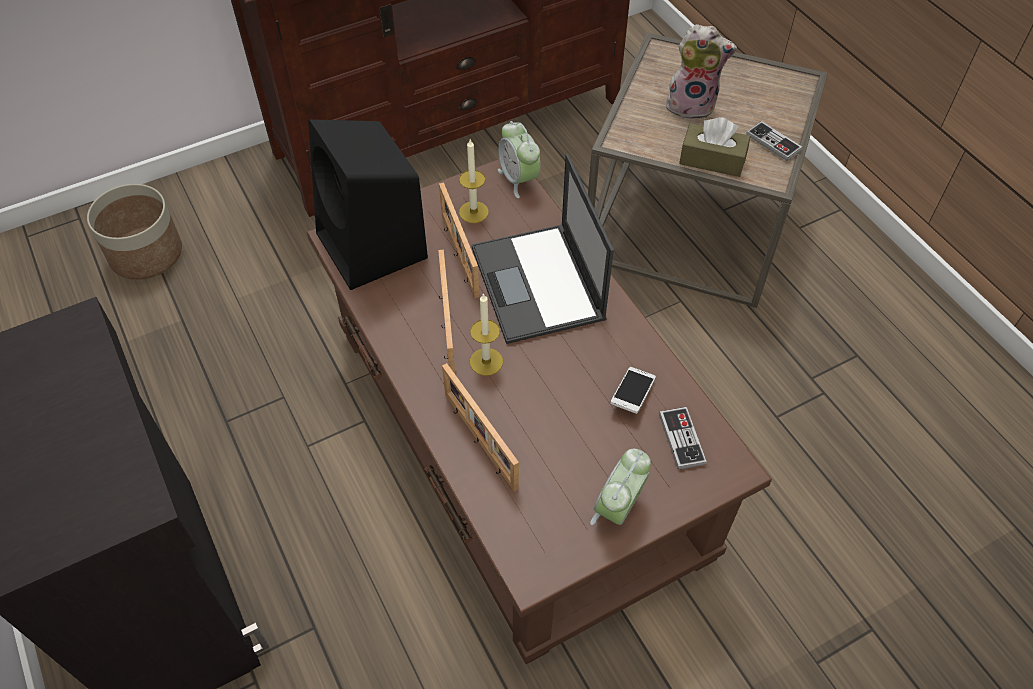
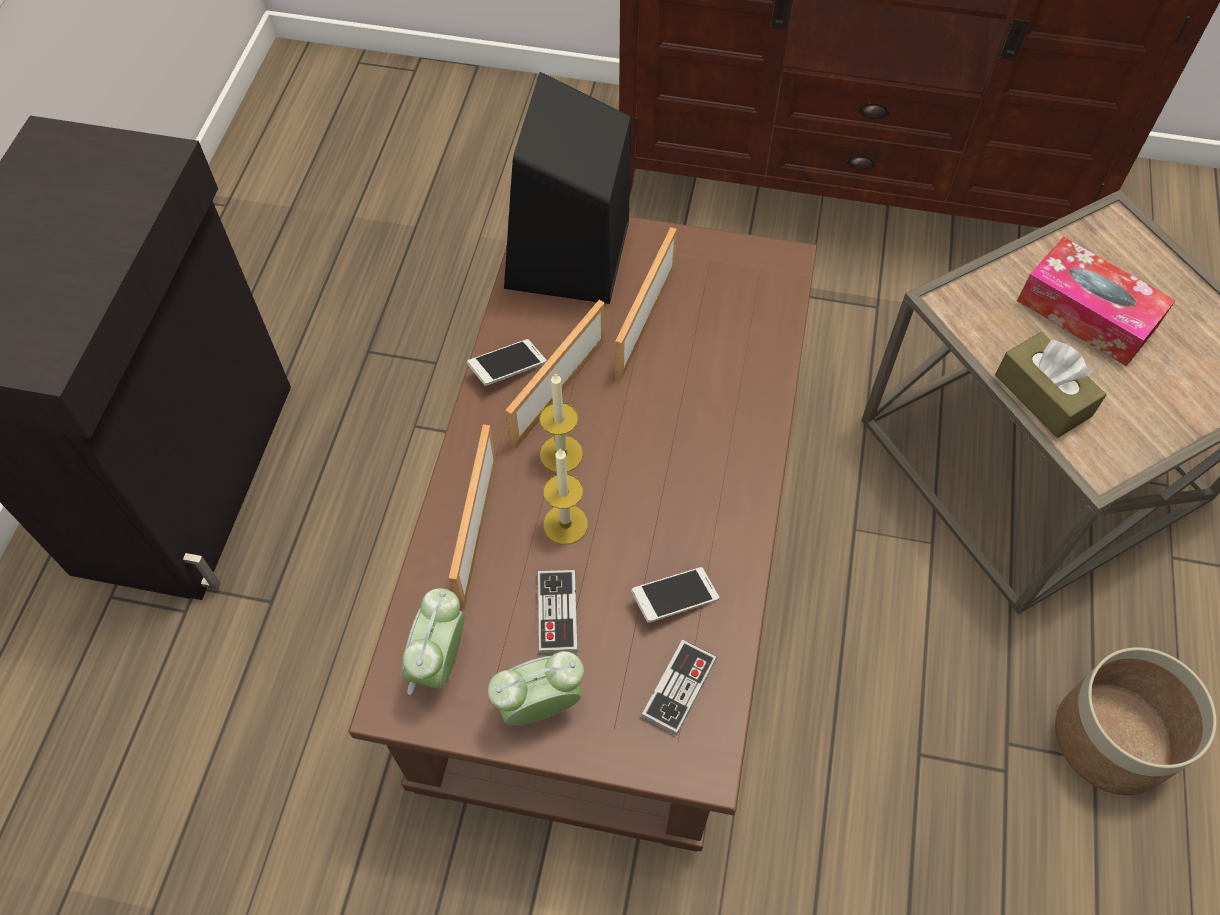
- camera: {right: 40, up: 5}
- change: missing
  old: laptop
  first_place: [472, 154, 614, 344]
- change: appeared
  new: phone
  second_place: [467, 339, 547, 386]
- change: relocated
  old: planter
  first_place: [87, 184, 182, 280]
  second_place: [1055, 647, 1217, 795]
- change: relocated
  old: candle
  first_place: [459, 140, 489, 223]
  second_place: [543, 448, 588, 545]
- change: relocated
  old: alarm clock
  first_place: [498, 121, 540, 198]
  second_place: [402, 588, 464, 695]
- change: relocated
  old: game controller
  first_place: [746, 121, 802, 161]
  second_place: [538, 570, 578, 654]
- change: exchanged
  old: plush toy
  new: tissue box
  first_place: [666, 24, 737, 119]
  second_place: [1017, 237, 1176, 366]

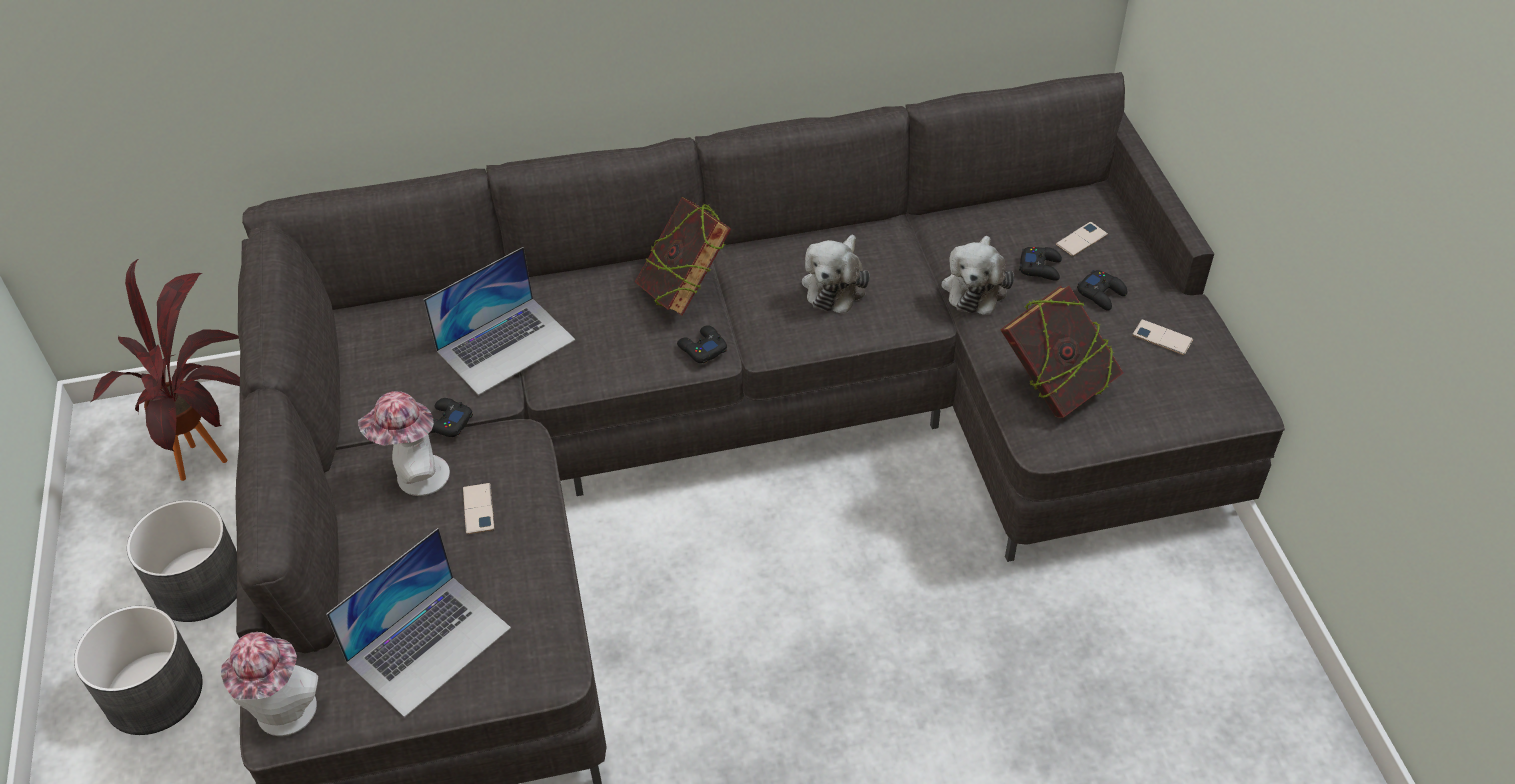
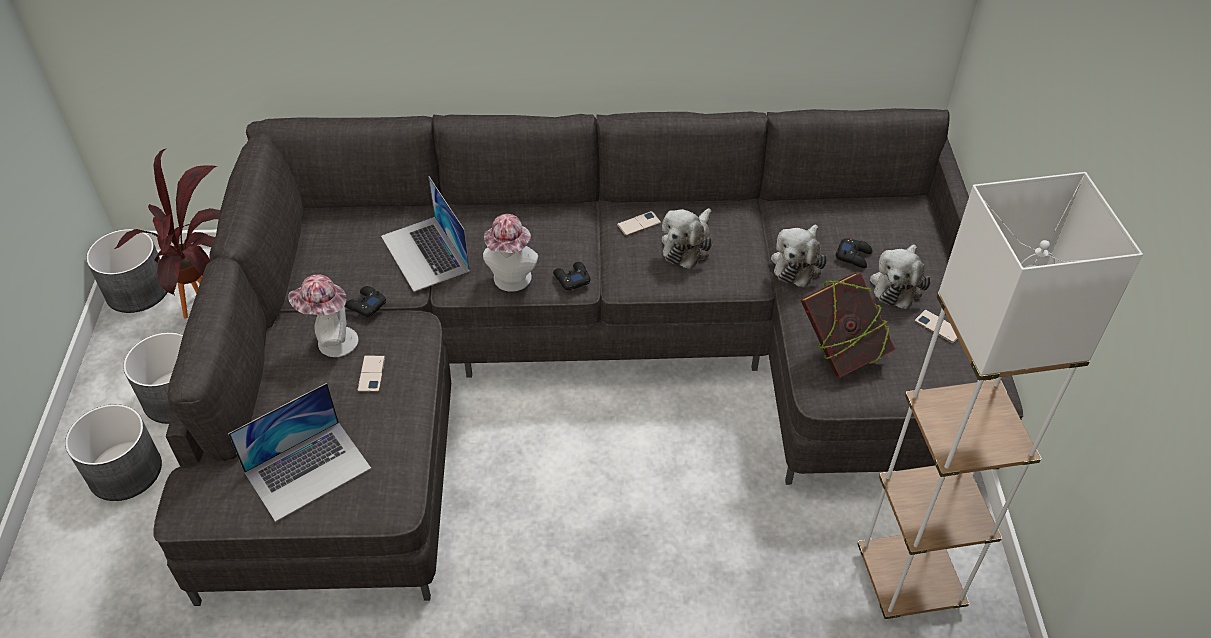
- camera: {right: 10, up: 0}
- change: missing
  old: book
  first_place: [635, 197, 731, 316]
- change: appeared
  new: grey planter
  second_place: [86, 229, 167, 313]
- change: appeared
  new: white floor lamp
  second_place: [858, 172, 1143, 621]
- change: relocated
  old: hat
  first_place: [221, 632, 318, 736]
  second_place: [483, 214, 538, 292]
- change: relocated
  old: phone
  first_place: [1056, 222, 1108, 256]
  second_place: [617, 211, 661, 236]
- change: exchanged
  old: black game controller
  new: plush toy
  first_place: [1077, 270, 1127, 311]
  second_place: [870, 244, 931, 309]
- change: spun
  old: laptop
  first_place: [423, 247, 575, 395]
  second_place: [381, 176, 470, 292]
  degrees: 90

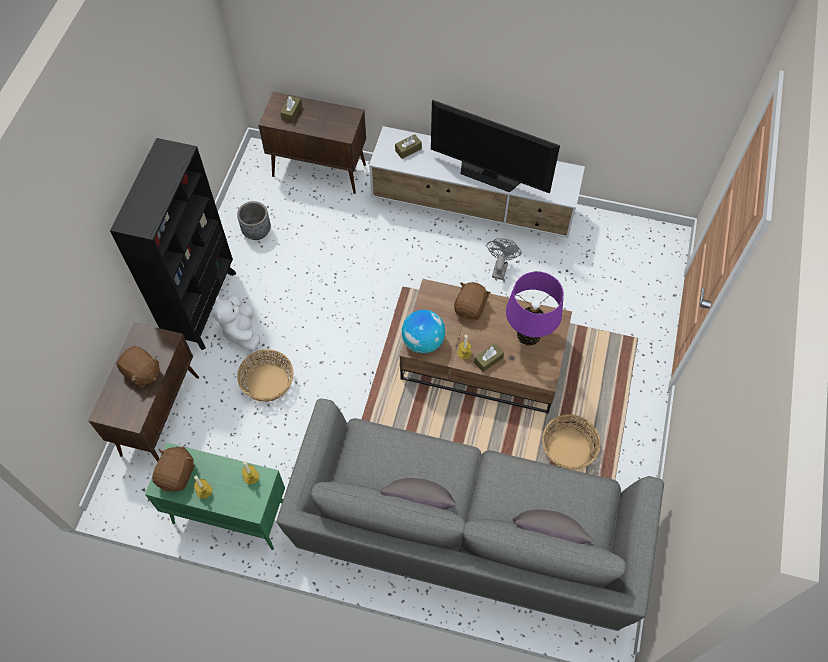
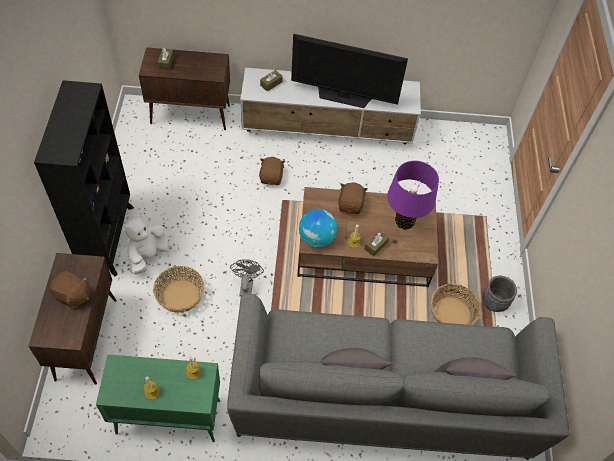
- camera: {right: -15, up: -5}
- change: relocated
  old: brown plush toy
  first_place: [152, 446, 195, 491]
  second_place: [259, 157, 285, 185]
- change: relocated
  old: grey planter
  first_place: [237, 201, 271, 240]
  second_place: [482, 276, 517, 312]
- change: relocated
  old: grey fan
  first_place: [487, 238, 521, 280]
  second_place: [230, 259, 264, 297]
- change: spun
  old: white plush toy
  first_place: [212, 295, 260, 351]
  second_place: [122, 215, 169, 275]
  degrees: 60

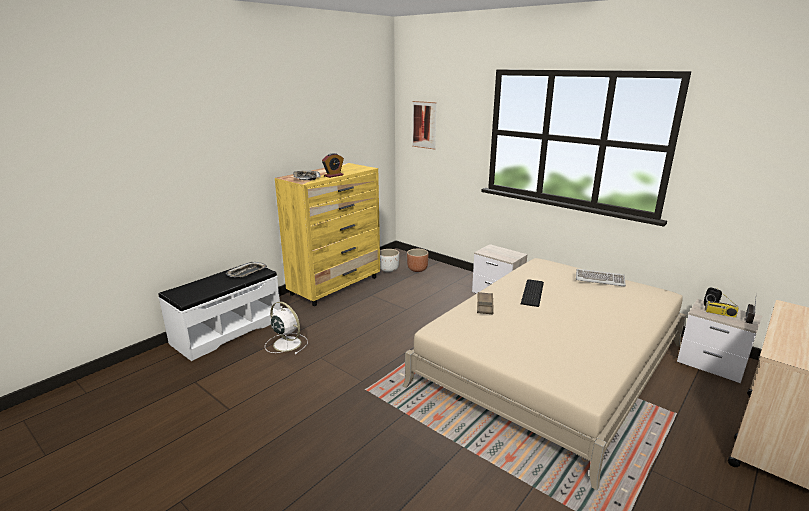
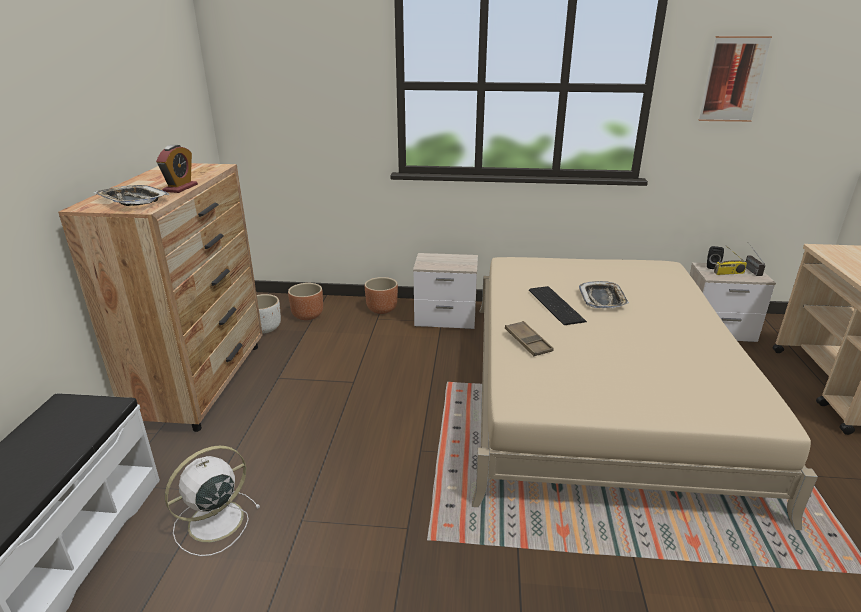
- camera: {right: -35, up: 5}
- change: missing
  old: keyboard
  first_place: [576, 269, 626, 287]
- change: appeared
  new: brown planter
  second_place: [365, 277, 398, 314]
- change: relocated
  old: tray
  first_place: [226, 262, 267, 278]
  second_place: [579, 281, 629, 308]
- change: relocated
  old: picture
  first_place: [412, 101, 437, 150]
  second_place: [698, 36, 772, 122]
- change: colour
  old: yellow dresser
  new: brown dresser
  first_place: [275, 163, 380, 306]
  second_place: [58, 163, 263, 432]
- change: spun
  old: white fan
  first_place: [265, 302, 308, 354]
  second_place: [165, 446, 260, 556]
  degrees: -45

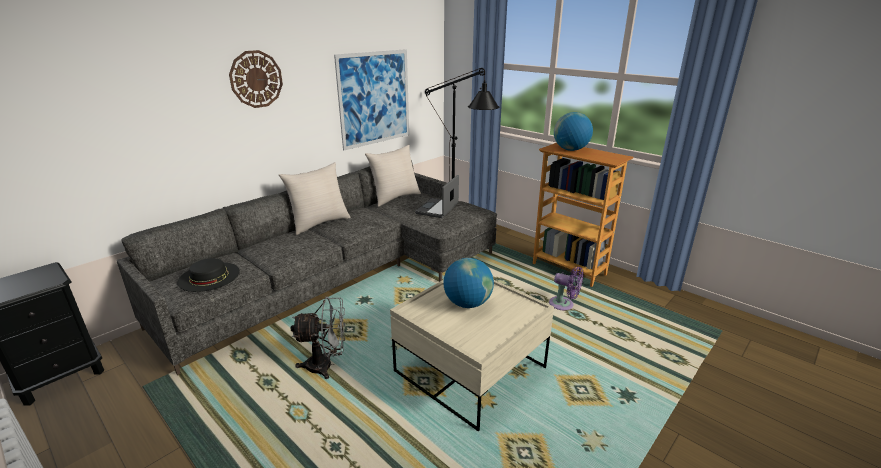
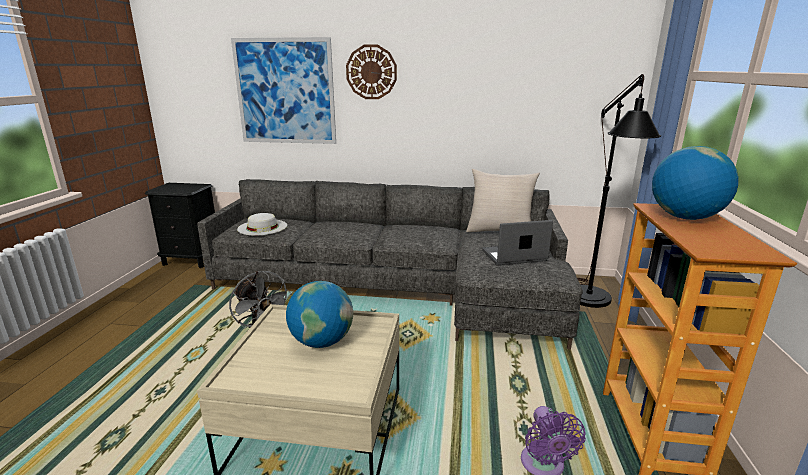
- camera: {right: 55, up: -5}
- change: missing
  old: beige pillow
  first_place: [279, 162, 351, 235]
- change: relocated
  old: picture
  first_place: [334, 49, 409, 150]
  second_place: [231, 37, 336, 144]
- change: colour
  old: black hat
  new: white hat
  first_place: [177, 258, 240, 292]
  second_place: [237, 213, 287, 235]

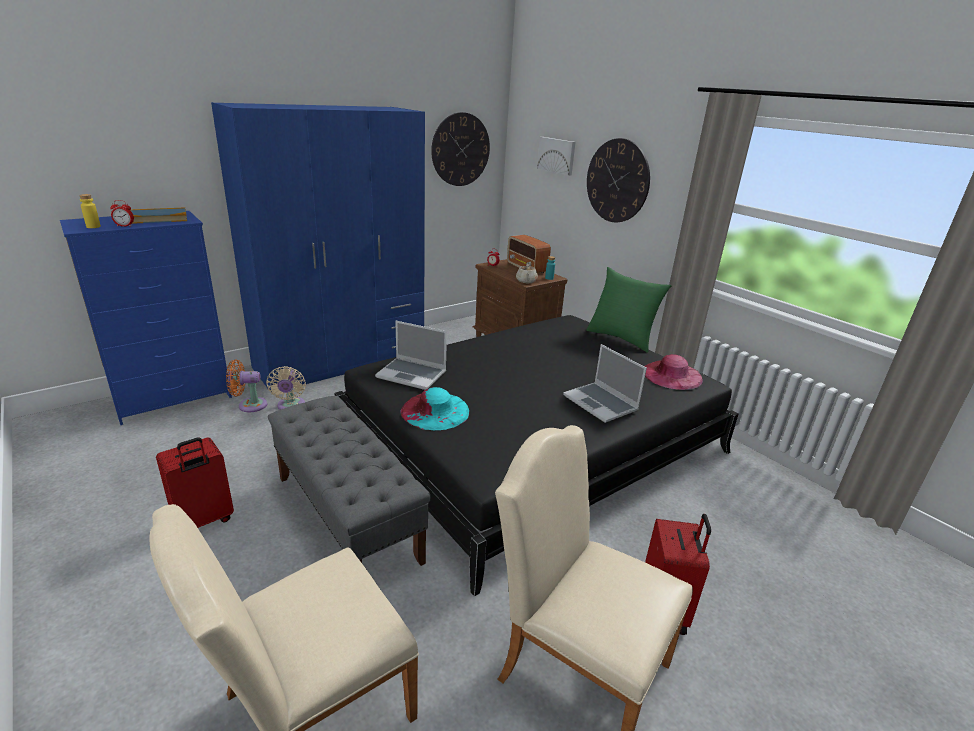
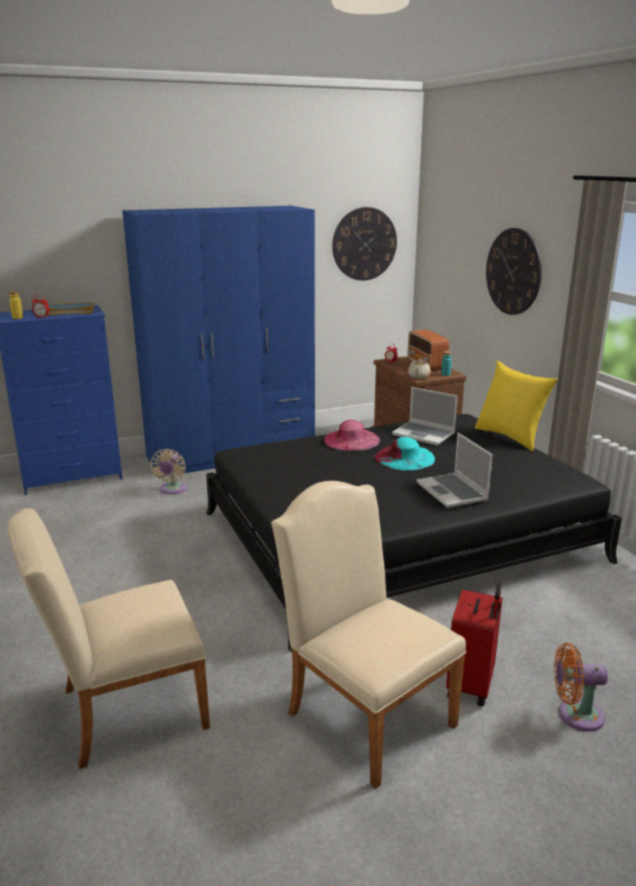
- camera: {right: 15, up: -5}
- change: missing
  old: red suitcase
  first_place: [156, 437, 234, 528]
- change: missing
  old: grey bench
  first_place: [268, 396, 431, 566]
- change: missing
  old: picture
  first_place: [537, 137, 576, 176]
- change: relocated
  old: orange fan
  first_place: [226, 360, 267, 412]
  second_place: [554, 643, 608, 732]
- change: relocated
  old: laptop
  first_place: [375, 321, 447, 390]
  second_place: [392, 387, 458, 446]
- change: relocated
  old: turquoise hat
  first_place: [400, 387, 469, 430]
  second_place: [375, 437, 435, 470]
- change: relocated
  old: pink hat
  first_place: [644, 354, 703, 390]
  second_place: [324, 420, 380, 451]
- change: colour
  old: green pillow
  new: yellow pillow
  first_place: [586, 267, 672, 353]
  second_place: [475, 361, 558, 451]

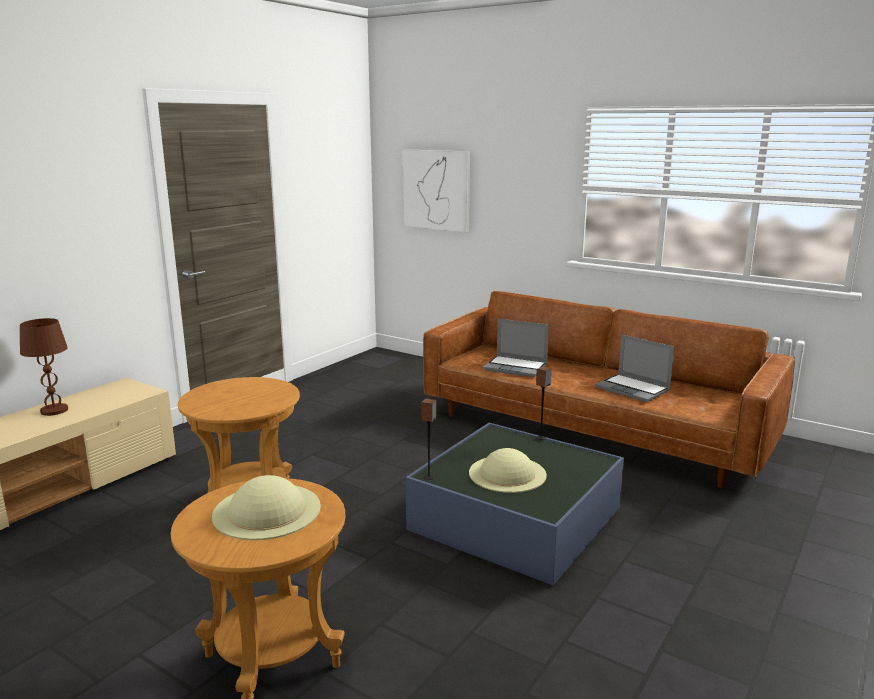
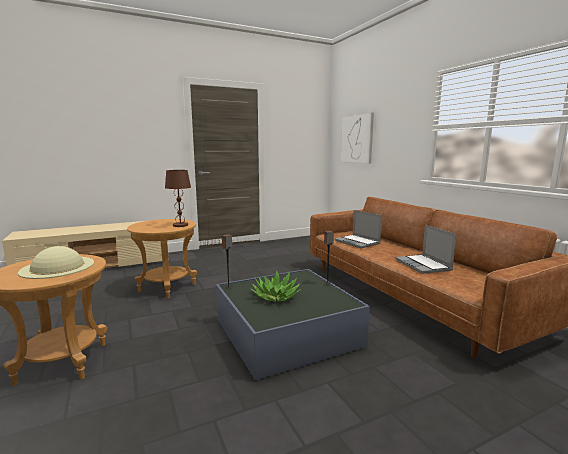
- camera: {right: 30, up: -5}
- change: relocated
  old: brown table lamp
  first_place: [20, 318, 68, 416]
  second_place: [165, 170, 191, 227]
- change: exchanged
  old: beige hat
  new: potted plant
  first_place: [469, 448, 547, 493]
  second_place: [250, 270, 301, 302]

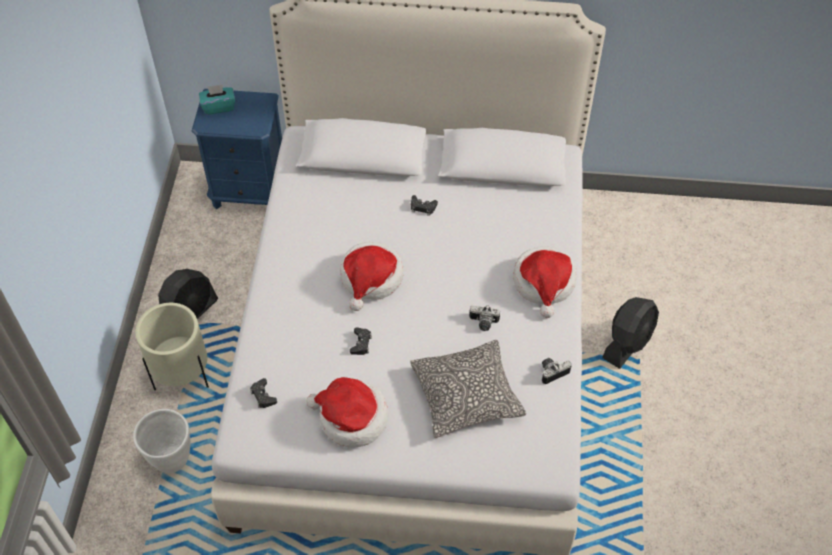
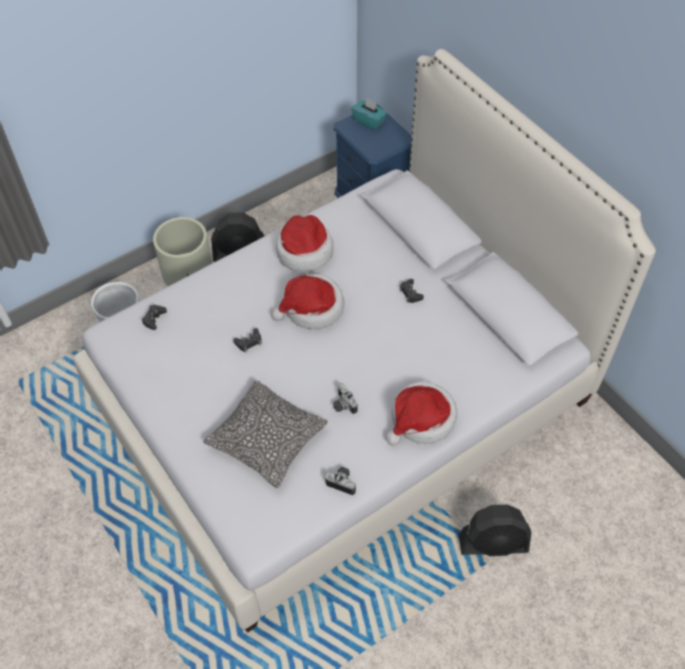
- camera: {right: 50, up: 0}
- change: relocated
  old: hat
  first_place: [306, 377, 388, 448]
  second_place: [276, 215, 333, 272]

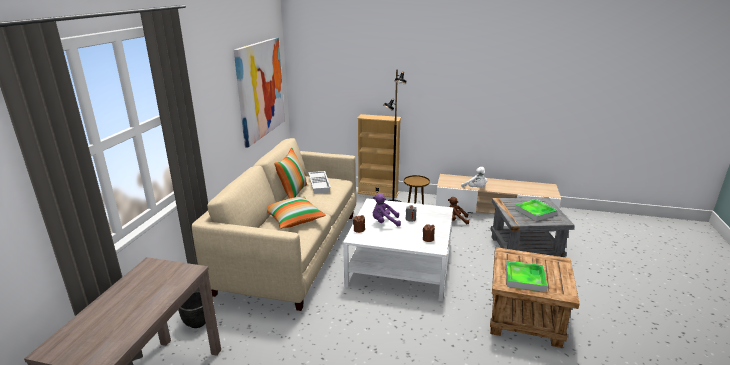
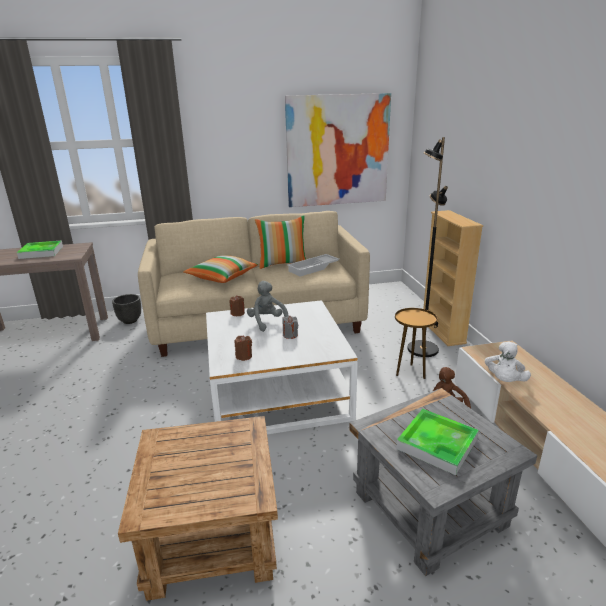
- camera: {right: 65, up: 0}
- change: relocated
  old: tray
  first_place: [506, 261, 547, 292]
  second_place: [17, 240, 63, 259]
- change: colour
  old: purple plush toy
  new: grey plush toy
  first_place: [373, 193, 401, 226]
  second_place: [247, 281, 288, 332]

